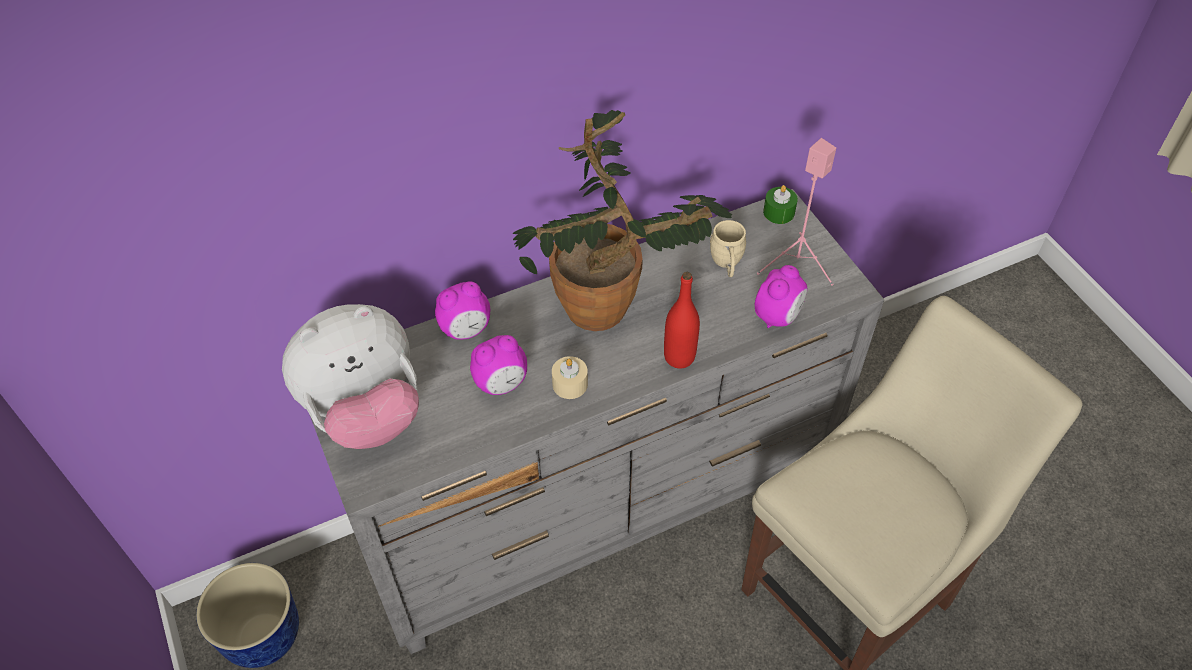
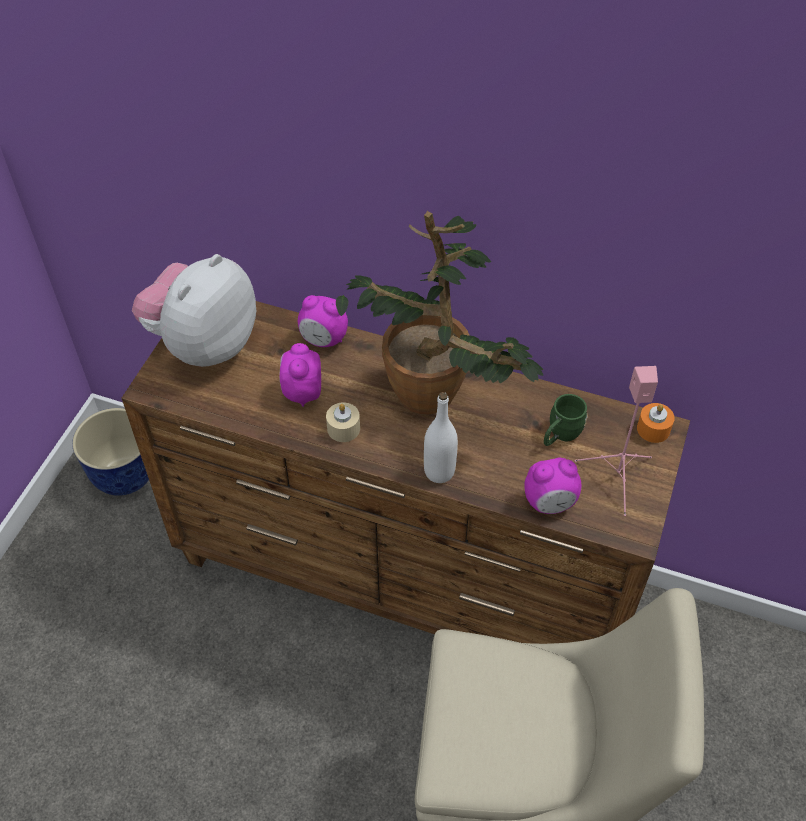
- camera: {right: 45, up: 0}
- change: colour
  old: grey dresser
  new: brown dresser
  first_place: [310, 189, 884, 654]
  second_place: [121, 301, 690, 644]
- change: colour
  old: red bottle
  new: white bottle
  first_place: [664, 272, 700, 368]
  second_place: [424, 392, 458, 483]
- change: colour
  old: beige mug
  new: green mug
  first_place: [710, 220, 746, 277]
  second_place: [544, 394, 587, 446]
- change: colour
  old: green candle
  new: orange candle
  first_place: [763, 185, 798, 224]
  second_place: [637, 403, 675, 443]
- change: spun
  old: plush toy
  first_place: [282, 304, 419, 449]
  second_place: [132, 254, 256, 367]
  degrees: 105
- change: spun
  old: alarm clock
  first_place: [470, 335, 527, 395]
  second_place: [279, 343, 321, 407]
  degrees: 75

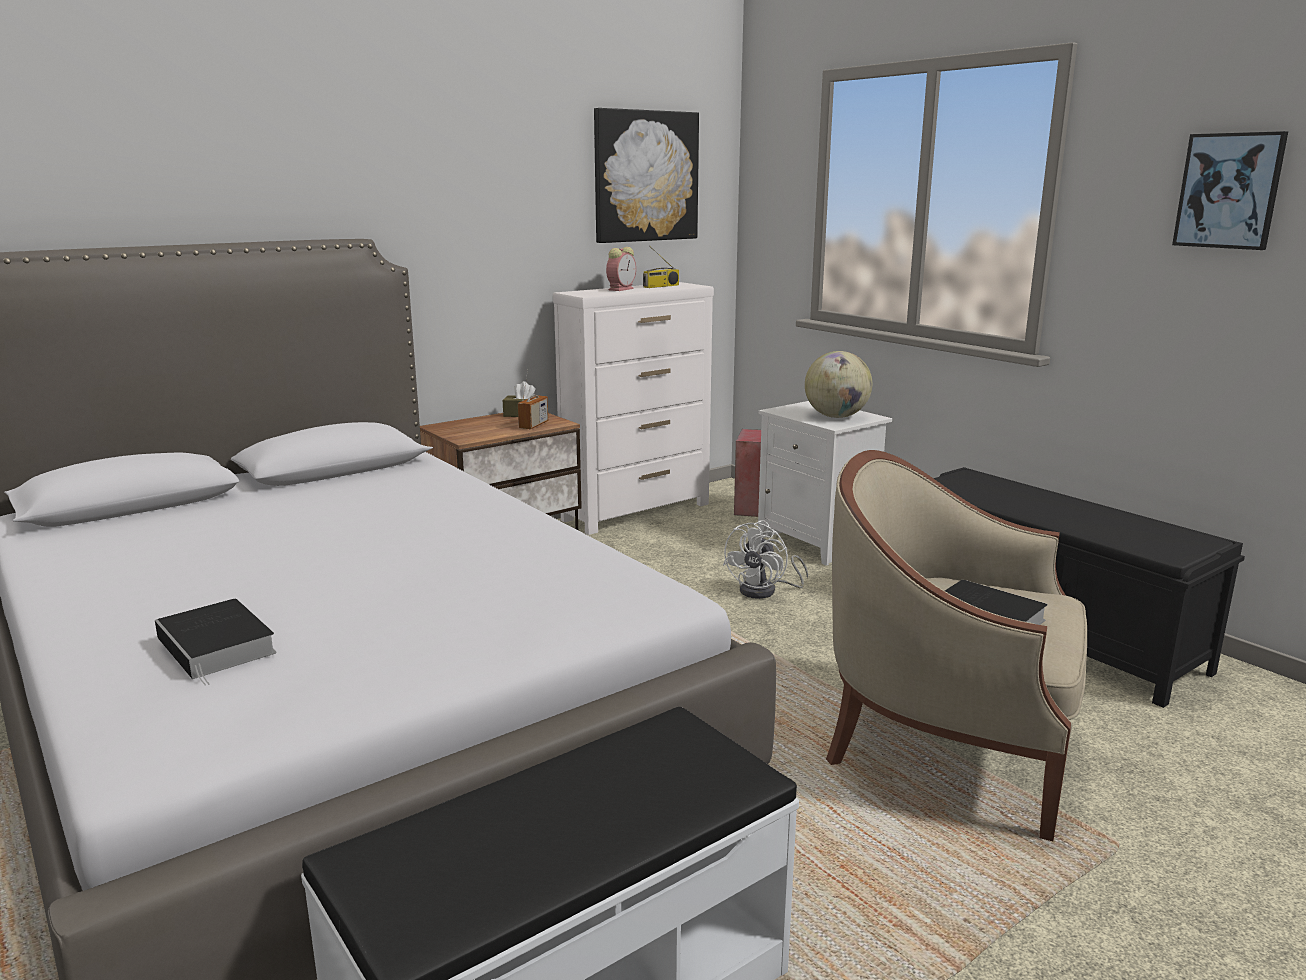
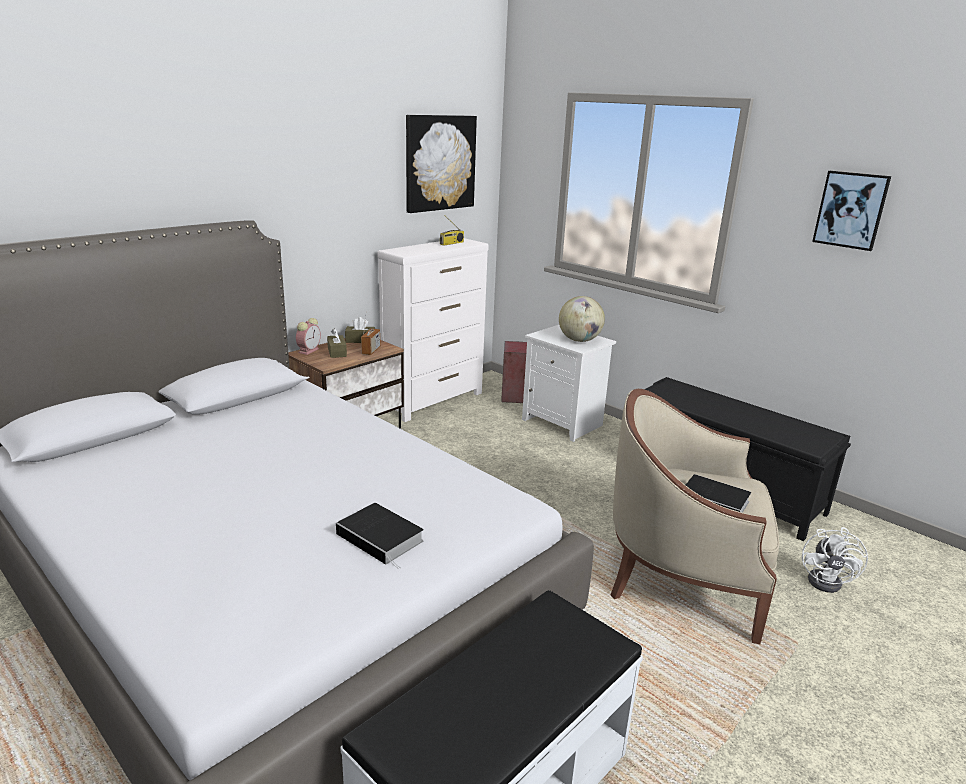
- camera: {right: -10, up: 5}
- change: appeared
  new: brown tissue box
  second_place: [327, 328, 347, 358]
- change: relocated
  old: book
  first_place: [155, 599, 277, 686]
  second_place: [336, 503, 424, 569]
- change: relocated
  old: alarm clock
  first_place: [606, 247, 636, 291]
  second_place: [296, 318, 321, 355]
- change: relocated
  old: white fan
  first_place: [723, 520, 808, 599]
  second_place: [802, 527, 868, 593]

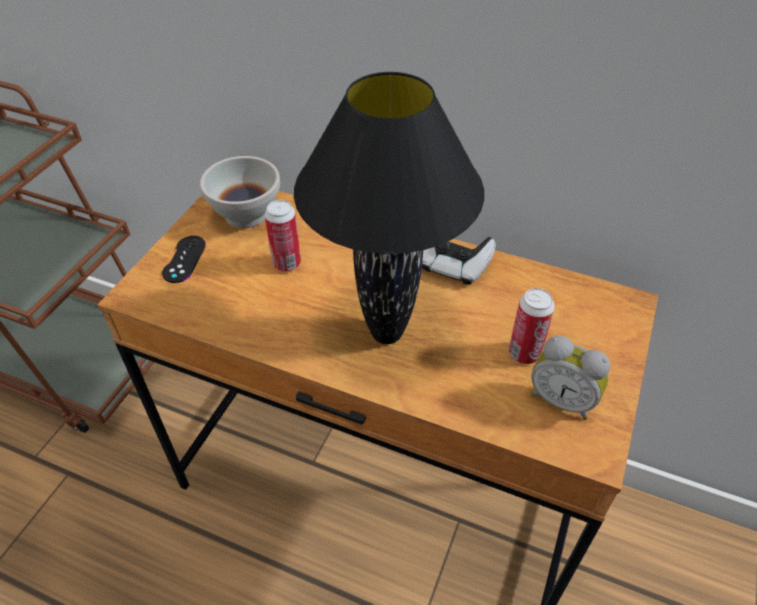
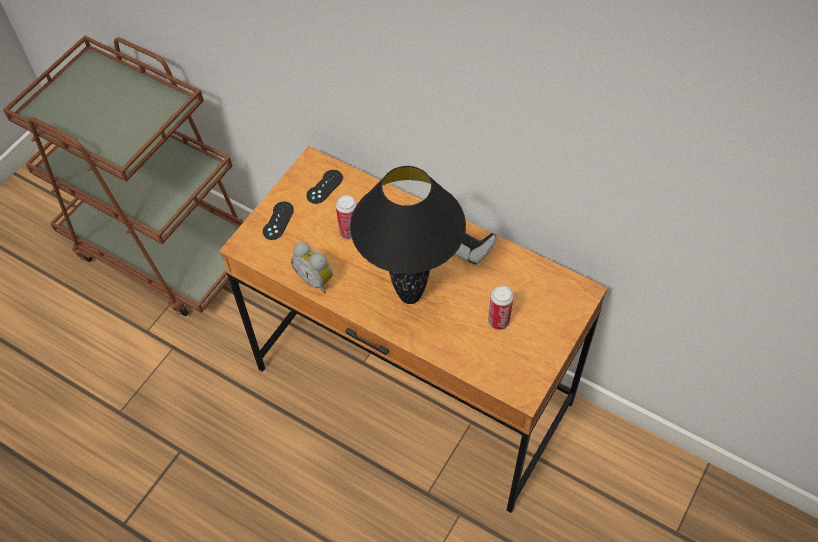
- camera: {right: 10, up: 10}
- change: relocated
  old: alarm clock
  first_place: [531, 336, 610, 420]
  second_place: [291, 242, 333, 293]
- change: exchanged
  old: white bowl
  new: black game controller
  first_place: [200, 156, 280, 228]
  second_place: [306, 170, 343, 204]

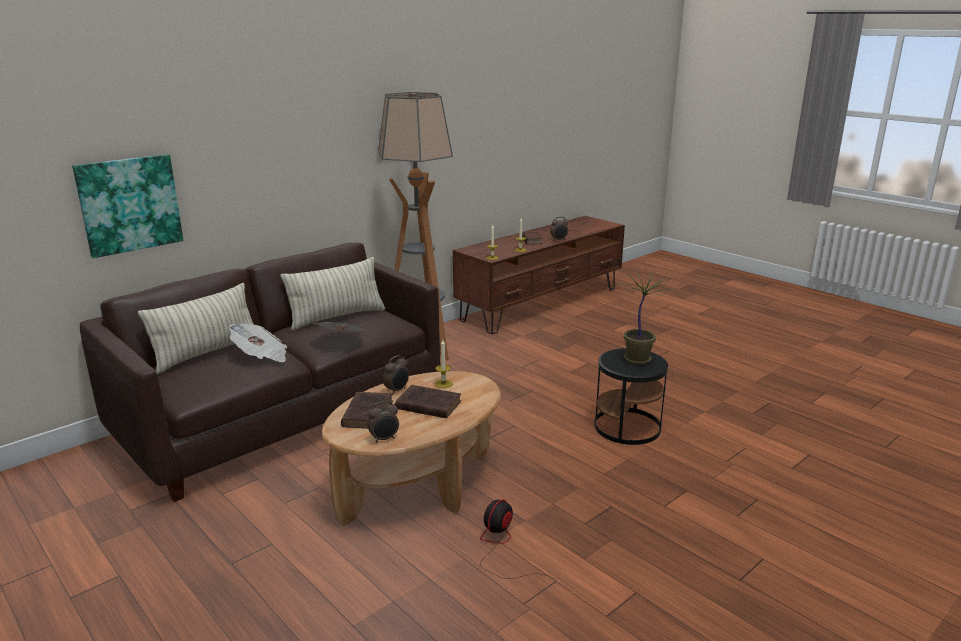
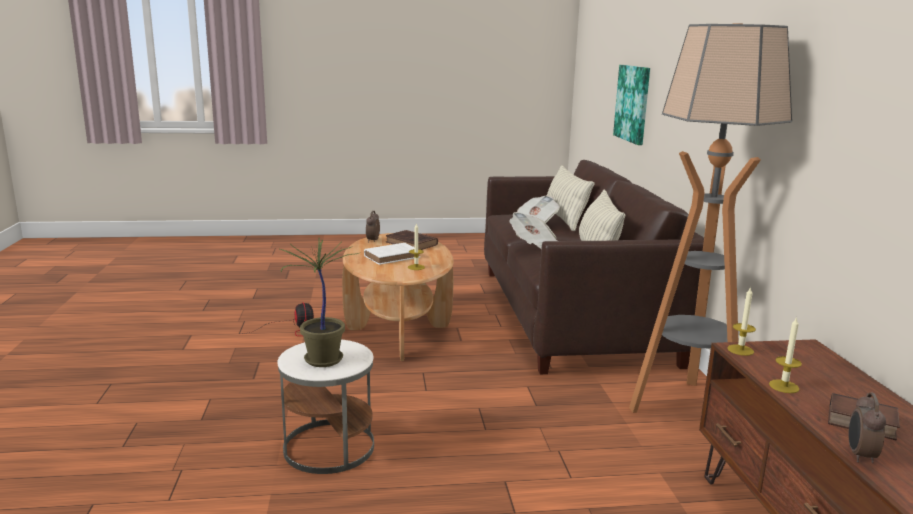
- camera: {right: 125, up: -5}
- change: missing
  old: alarm clock
  first_place: [383, 355, 409, 394]
- change: colour
  old: brown book
  new: white book
  first_place: [395, 385, 461, 418]
  second_place: [364, 243, 420, 265]
- change: colour
  old: black side table
  new: white side table
  first_place: [594, 348, 668, 445]
  second_place: [277, 340, 374, 474]

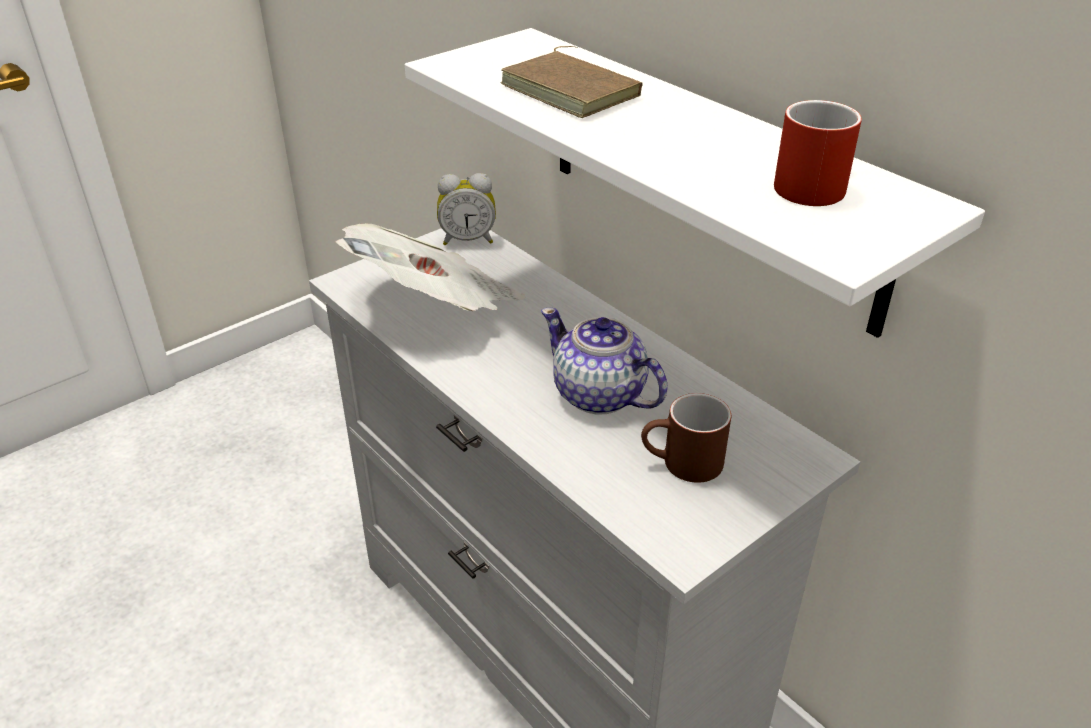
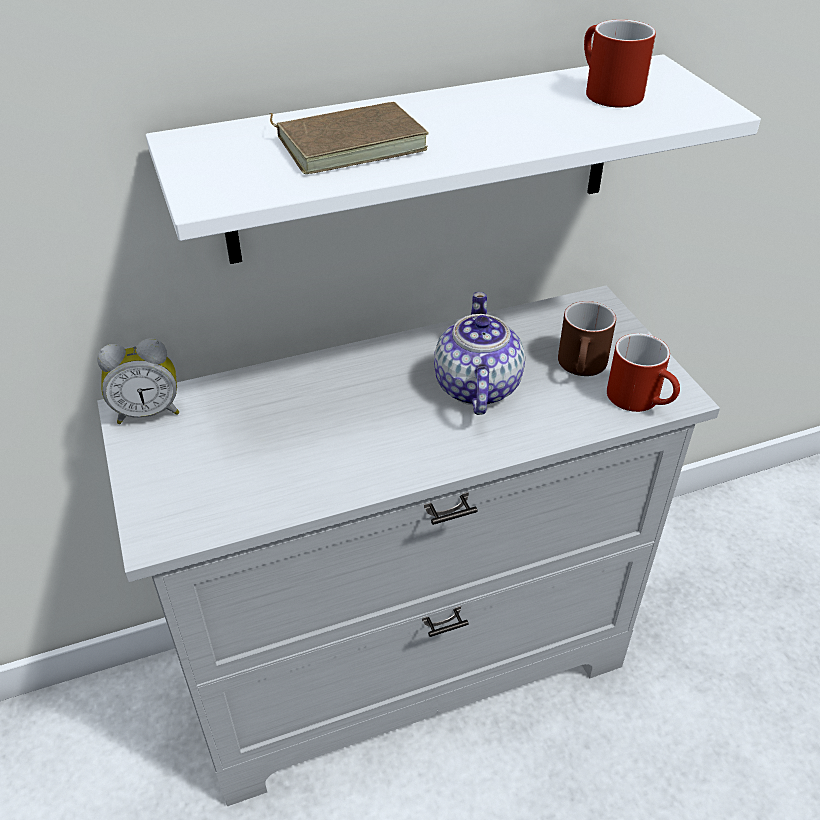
- camera: {right: -70, up: 5}
- change: missing
  old: newspaper
  first_place: [335, 223, 526, 312]
- change: appeared
  new: red mug
  second_place: [607, 333, 680, 412]
- change: spun
  old: alarm clock
  first_place: [437, 173, 496, 245]
  second_place: [97, 338, 179, 424]
  degrees: 60
- change: spun
  old: teapot
  first_place: [541, 308, 668, 415]
  second_place: [434, 292, 525, 415]
  degrees: 120

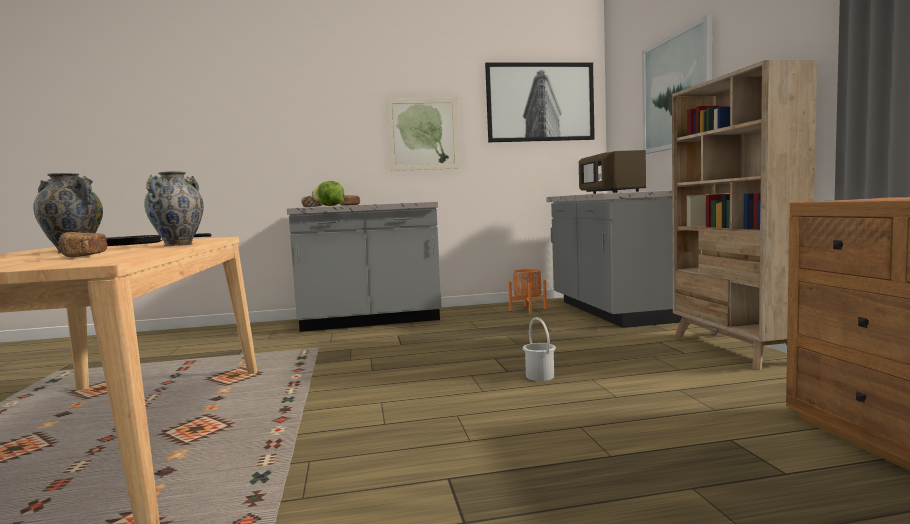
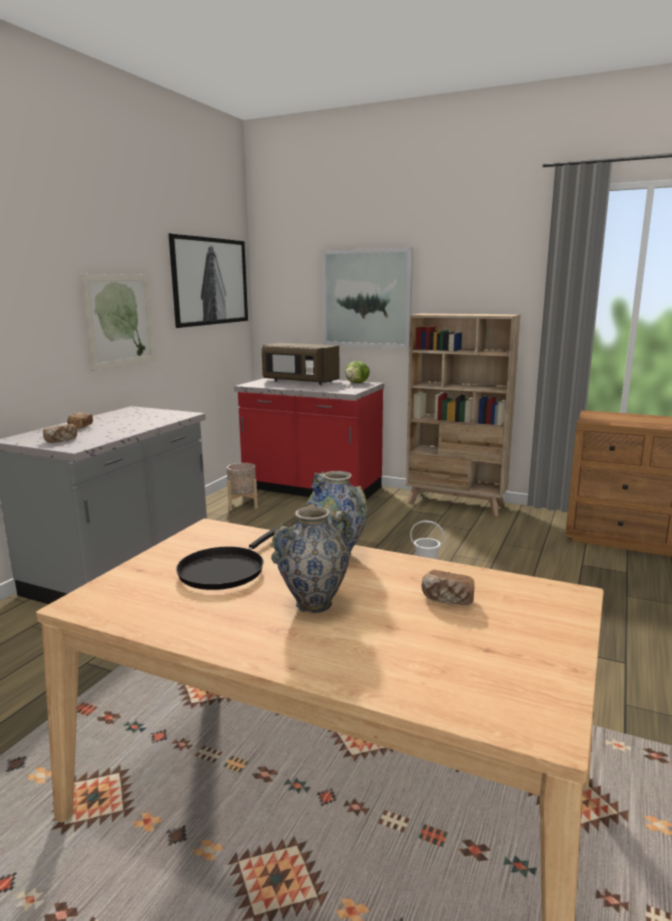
- camera: {right: -55, up: 10}
- change: relocated
  old: lettuce
  first_place: [312, 181, 344, 206]
  second_place: [346, 361, 370, 383]
- change: colour
  old: orange planter
  new: beige planter
  first_place: [508, 269, 547, 313]
  second_place: [227, 463, 258, 511]
- change: colour
  old: grey counter
  new: red counter
  first_place: [546, 190, 682, 328]
  second_place: [234, 378, 384, 500]

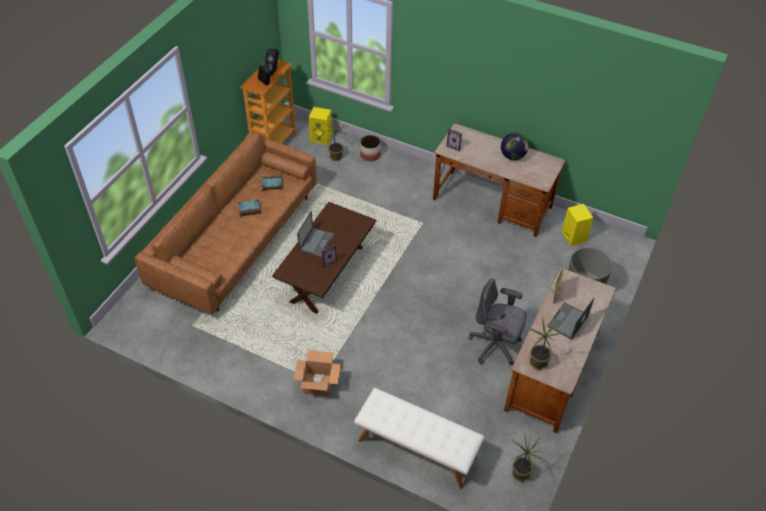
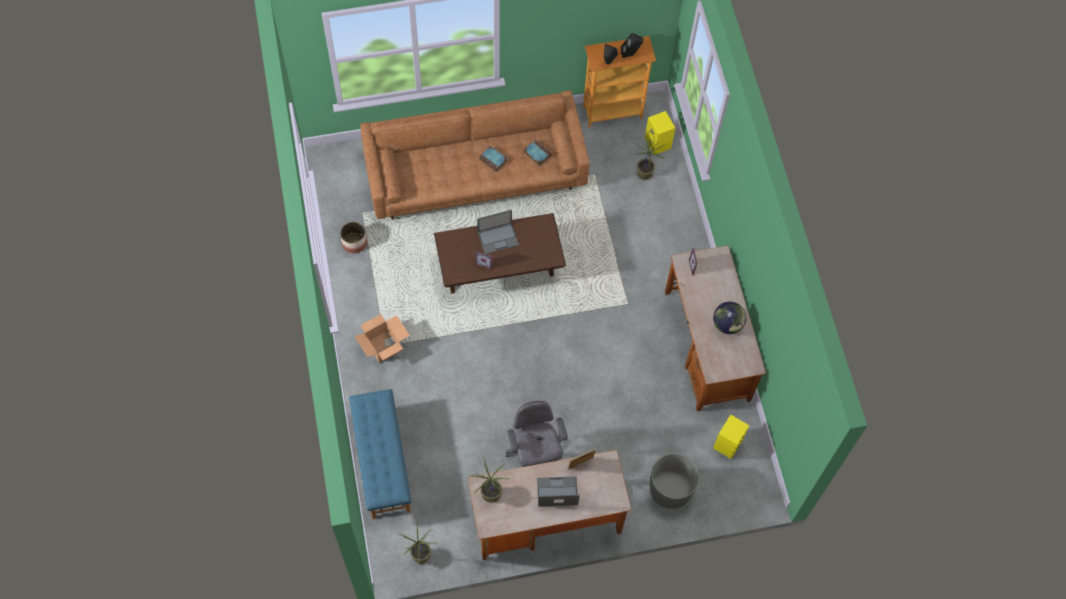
- camera: {right: 50, up: 15}
- change: relocated
  old: planter
  first_place: [360, 135, 381, 161]
  second_place: [340, 222, 367, 253]
- change: colour
  old: white bench
  new: blue bench
  first_place: [354, 388, 485, 489]
  second_place: [349, 389, 412, 519]

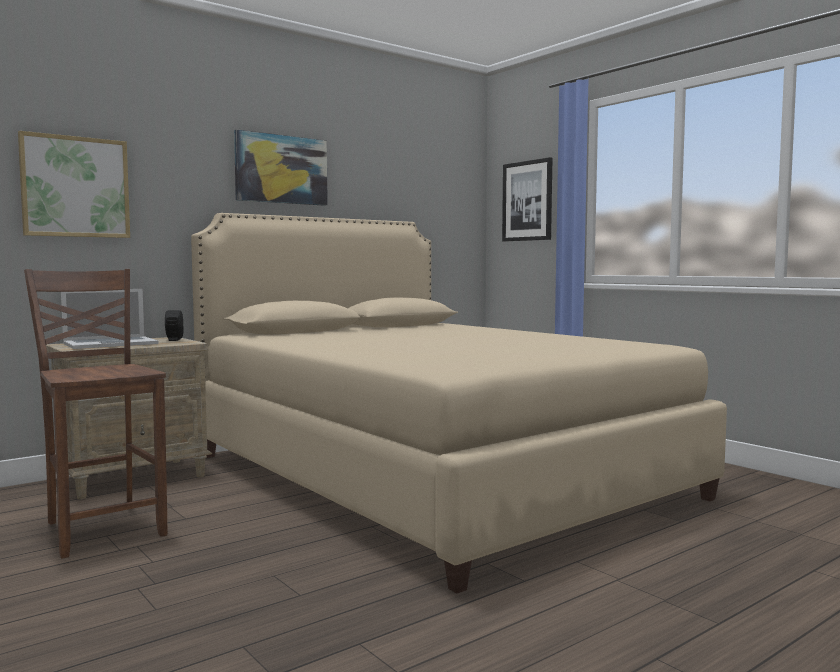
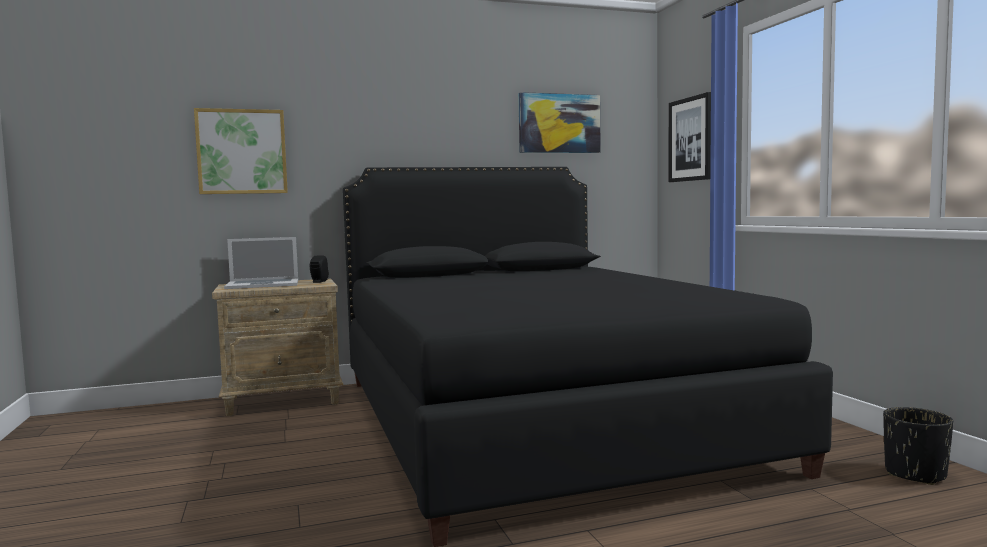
- camera: {right: 20, up: 0}
- change: missing
  old: brown chair
  first_place: [24, 269, 168, 558]
- change: appeared
  new: black planter
  second_place: [883, 407, 953, 485]
- change: relocated
  old: picture
  first_place: [234, 129, 328, 206]
  second_place: [518, 92, 601, 153]
- change: colour
  old: beige bed
  new: black bed
  first_place: [191, 213, 727, 593]
  second_place: [343, 167, 833, 547]

